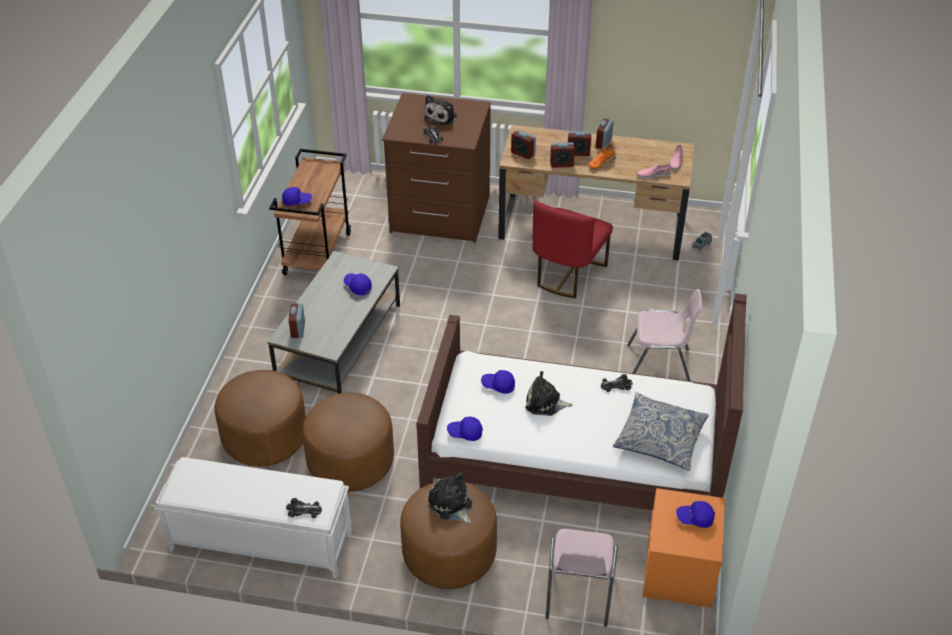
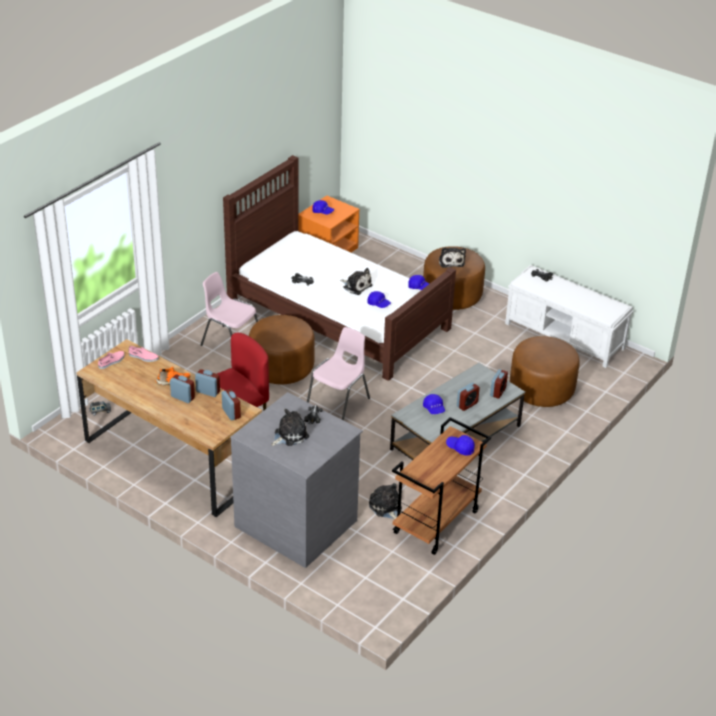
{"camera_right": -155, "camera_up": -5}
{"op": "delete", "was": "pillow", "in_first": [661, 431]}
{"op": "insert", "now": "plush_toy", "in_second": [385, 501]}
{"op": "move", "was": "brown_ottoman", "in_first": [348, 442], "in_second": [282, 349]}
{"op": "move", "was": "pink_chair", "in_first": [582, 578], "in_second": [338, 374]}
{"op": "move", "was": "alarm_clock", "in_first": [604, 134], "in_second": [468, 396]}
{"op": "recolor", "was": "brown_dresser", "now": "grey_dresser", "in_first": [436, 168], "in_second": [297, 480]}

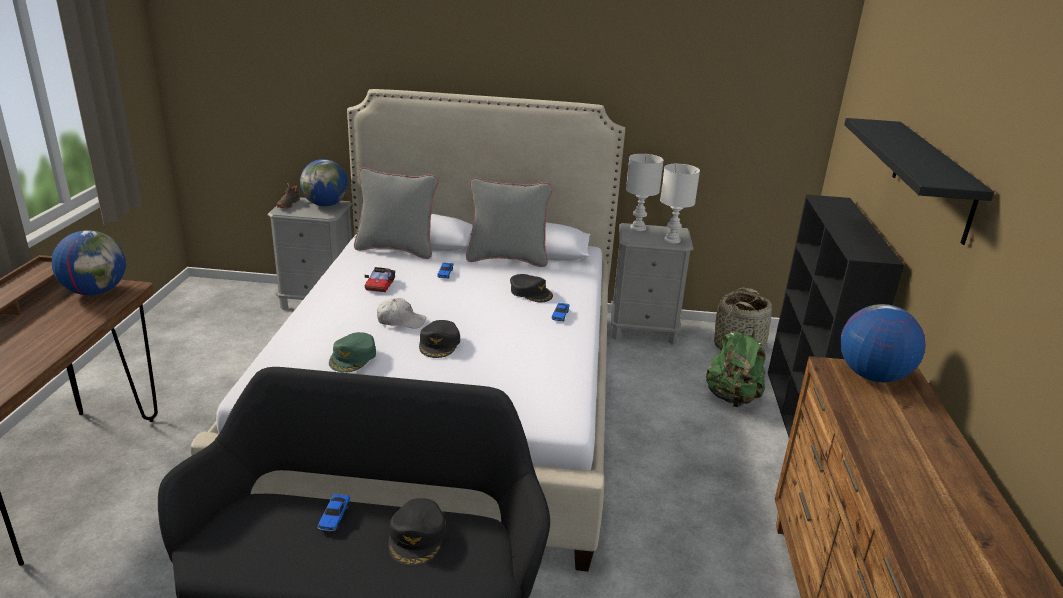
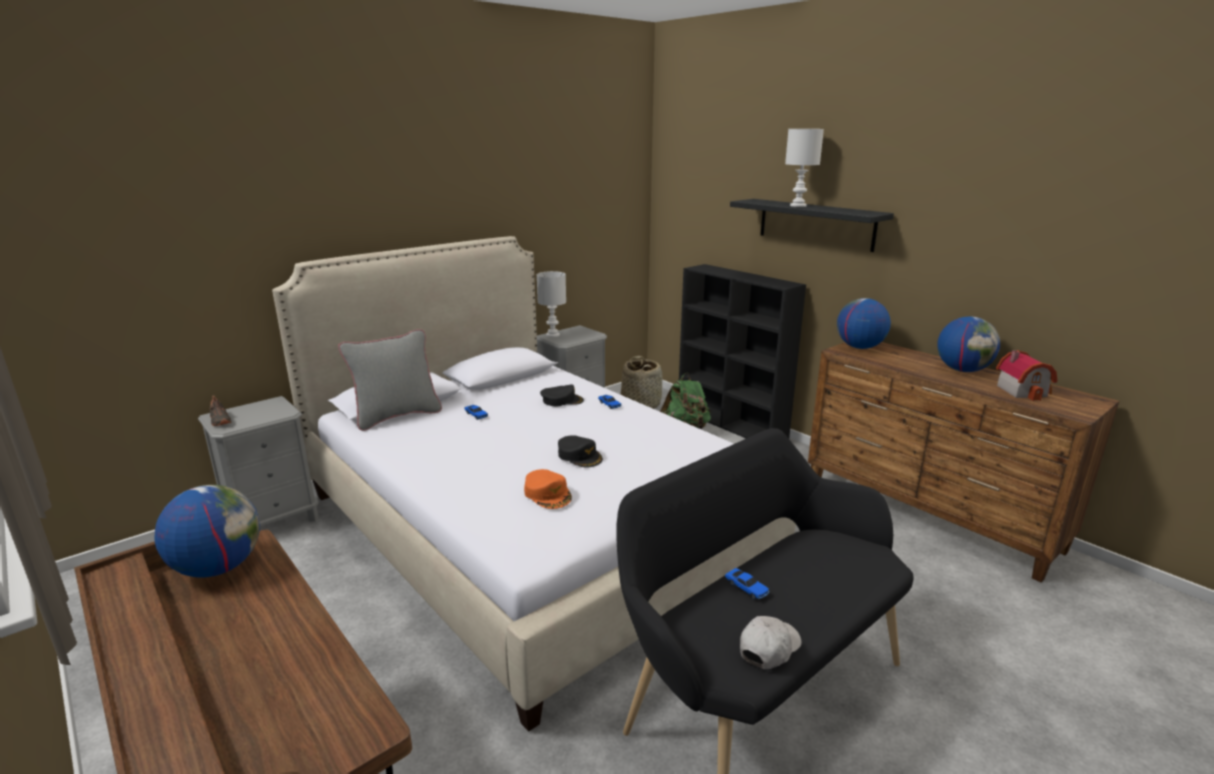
{"camera_right": -45, "camera_up": -5}
{"op": "delete", "was": "toy_car", "in_first": [379, 279]}
{"op": "delete", "was": "black_cap", "in_first": [417, 532]}
{"op": "delete", "was": "grey_pillow", "in_first": [509, 222]}
{"op": "insert", "now": "toy_house", "in_second": [1026, 375]}
{"op": "move", "was": "globe", "in_first": [324, 182], "in_second": [968, 344]}
{"op": "move", "was": "white_cap", "in_first": [401, 313], "in_second": [770, 642]}
{"op": "move", "was": "white_table_lamp", "in_first": [680, 203], "in_second": [804, 168]}
{"op": "recolor", "was": "green_cap", "now": "orange_cap", "in_first": [352, 352], "in_second": [548, 489]}

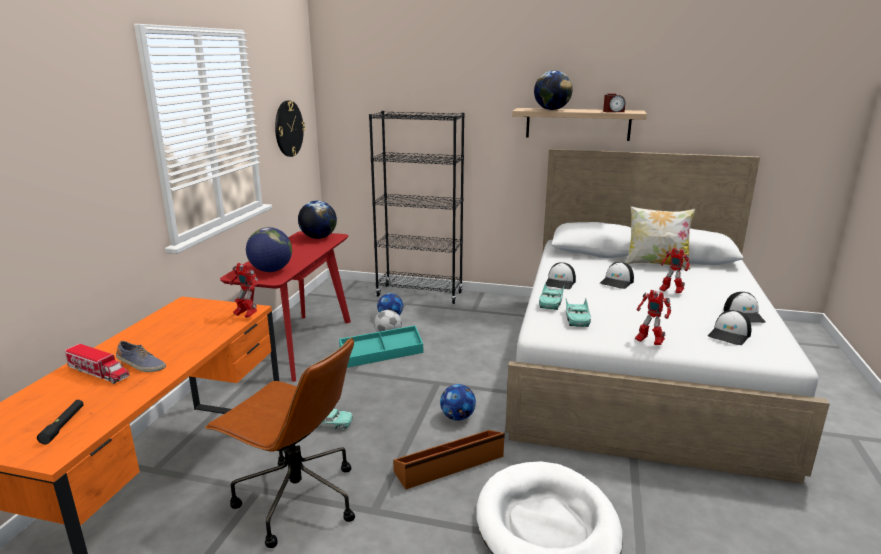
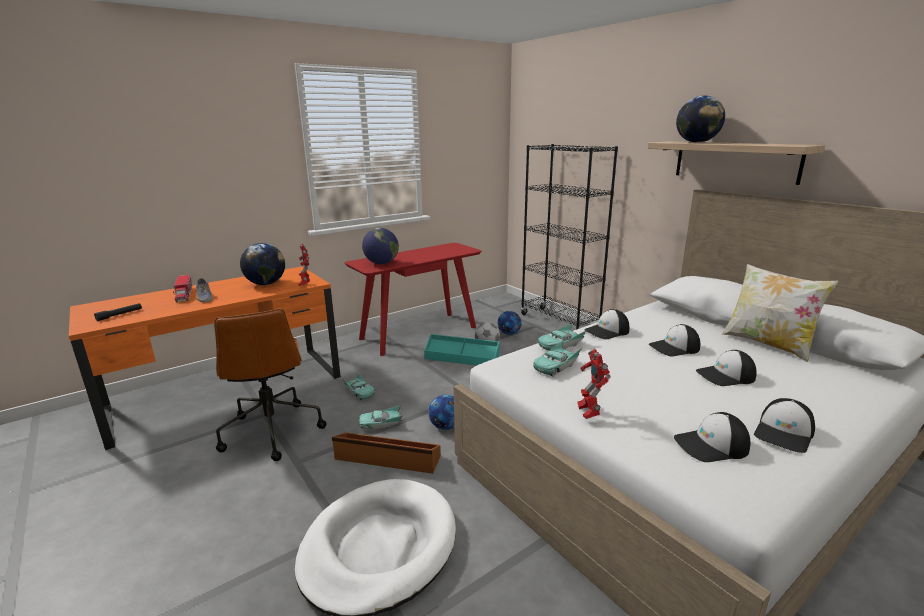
{"camera_right": 40, "camera_up": 0}
{"op": "delete", "was": "wall_clock", "in_first": [290, 129]}
{"op": "delete", "was": "alarm_clock", "in_first": [614, 103]}
{"op": "insert", "now": "turquoise_toy_car", "in_second": [381, 418]}
{"op": "move", "was": "globe", "in_first": [317, 220], "in_second": [262, 264]}
{"op": "replace", "was": "toy_robot", "now": "cap", "in_first": [674, 270], "in_second": [726, 368]}

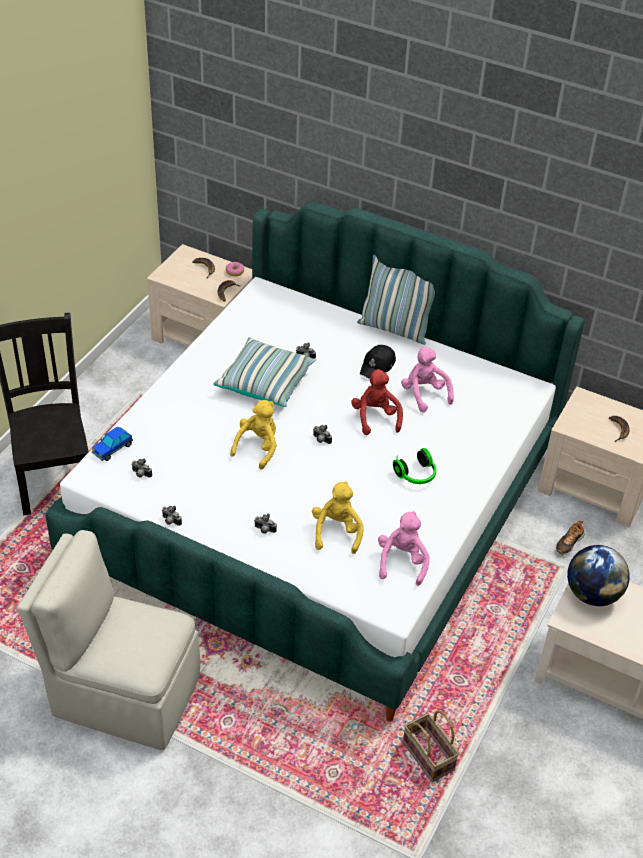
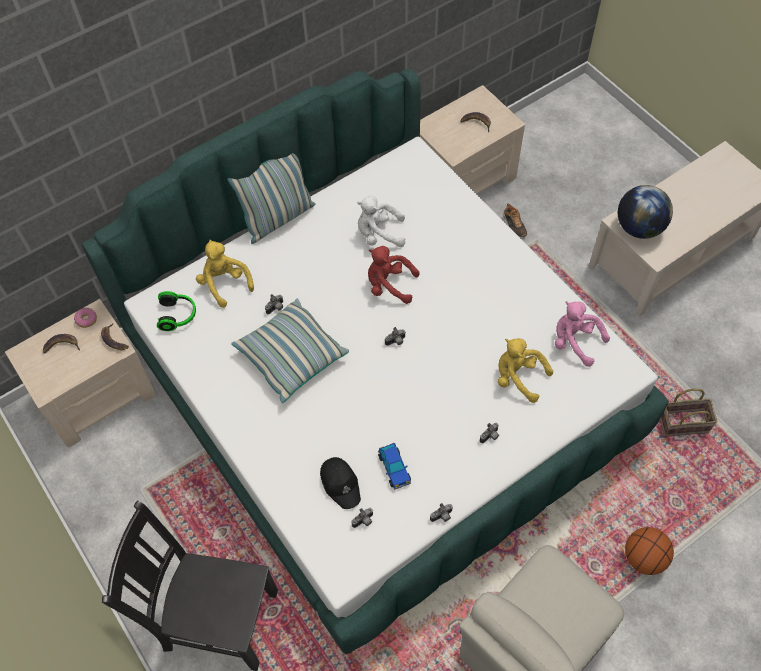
{"camera_right": -60, "camera_up": 15}
{"op": "insert", "now": "basketball", "in_second": [649, 551]}
{"op": "move", "was": "toy_car", "in_first": [112, 444], "in_second": [394, 466]}
{"op": "move", "was": "yellow_plush_toy", "in_first": [253, 434], "in_second": [225, 274]}
{"op": "move", "was": "black_cap", "in_first": [378, 362], "in_second": [340, 483]}
{"op": "move", "was": "headphones", "in_first": [415, 466], "in_second": [176, 311]}
{"op": "recolor", "was": "pink_plush_toy", "now": "white_plush_toy", "in_first": [427, 379], "in_second": [381, 221]}

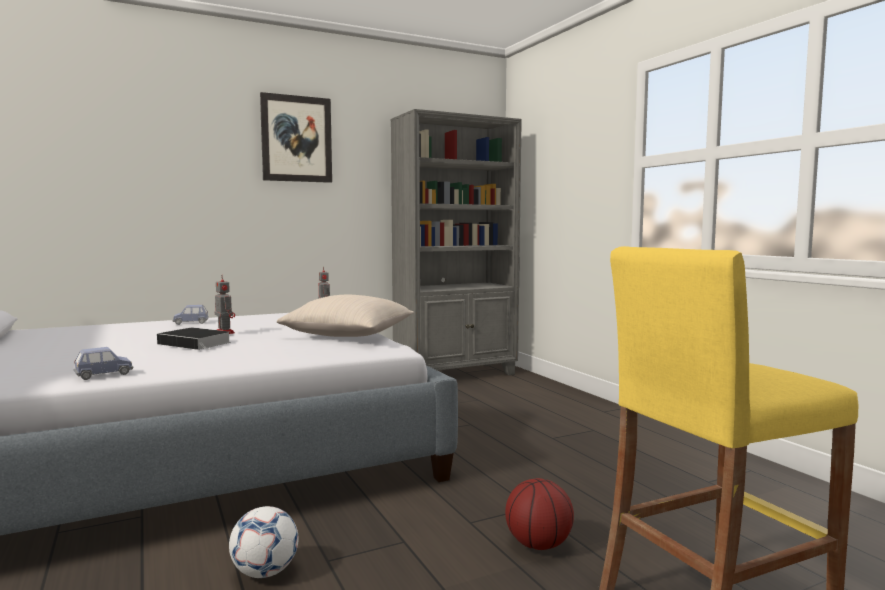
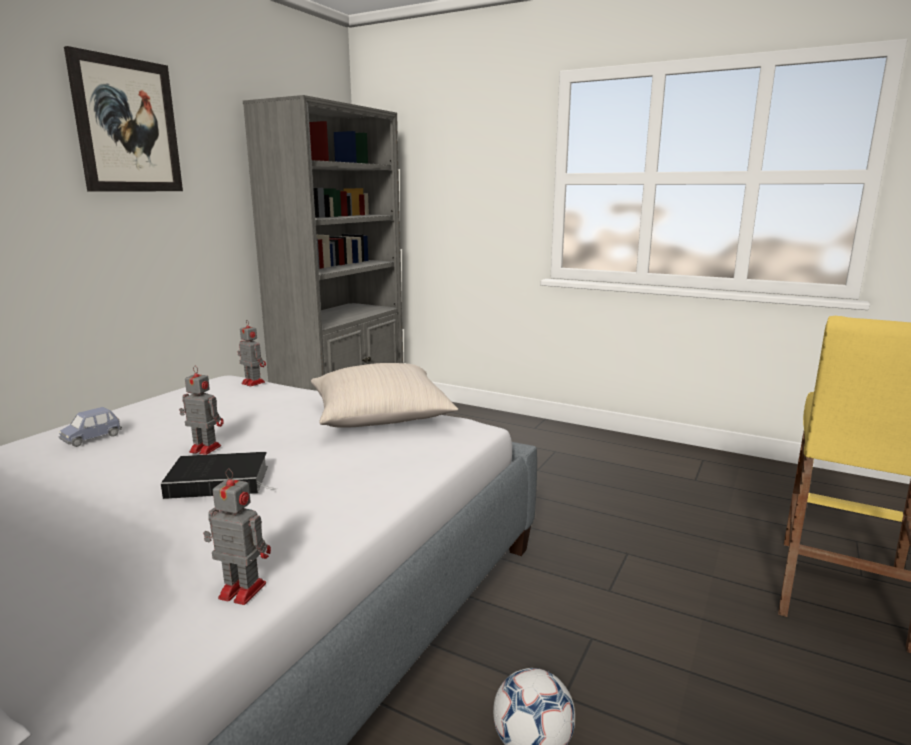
{"camera_right": -35, "camera_up": 10}
{"op": "delete", "was": "basketball", "in_first": [539, 514]}
{"op": "replace", "was": "blue_toy_car", "now": "toy_robot", "in_first": [103, 363], "in_second": [237, 536]}

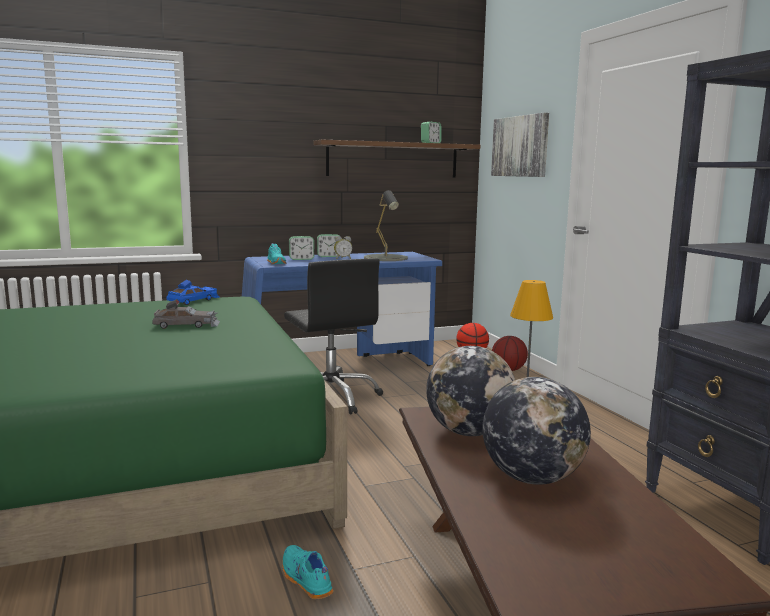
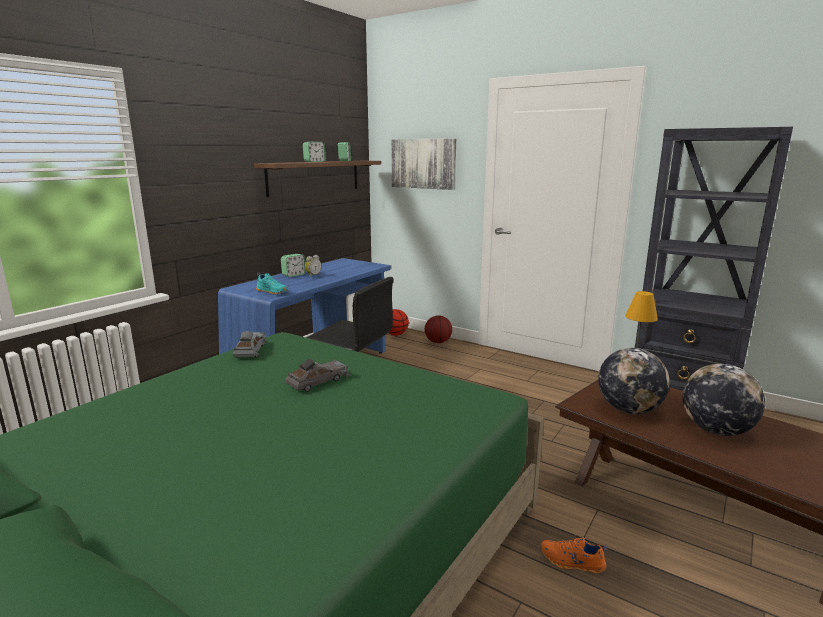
{"camera_right": -35, "camera_up": 5}
{"op": "delete", "was": "grey_table_lamp", "in_first": [386, 225]}
{"op": "move", "was": "alarm_clock", "in_first": [301, 248], "in_second": [314, 152]}
{"op": "recolor", "was": "blue_toy_car", "now": "grey_toy_car", "in_first": [192, 292], "in_second": [249, 344]}
{"op": "recolor", "was": "turquoise_shoe", "now": "orange_shoe", "in_first": [307, 572], "in_second": [574, 556]}

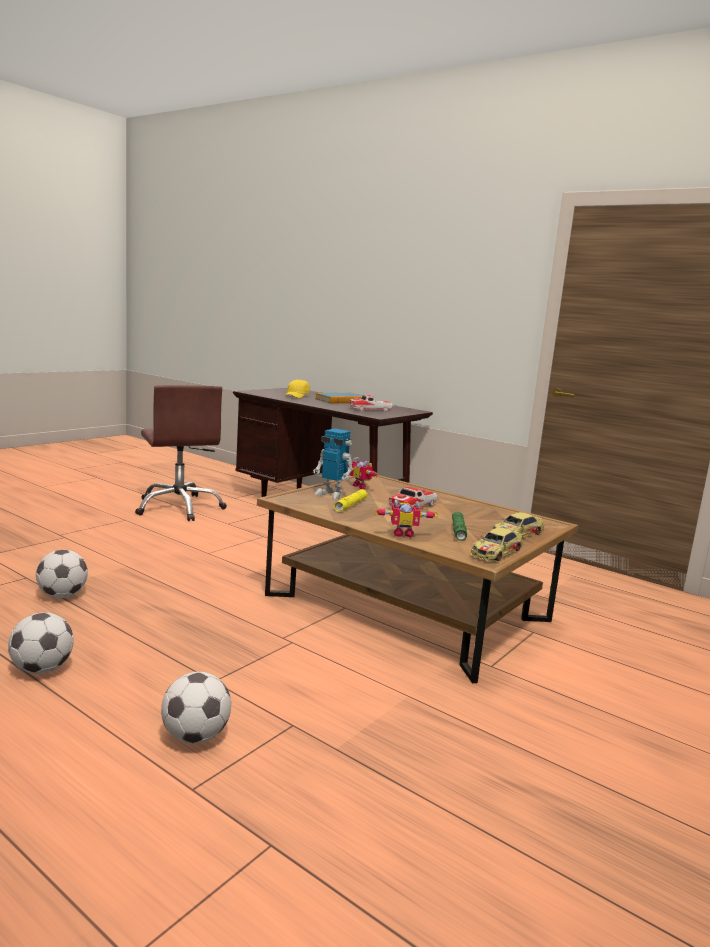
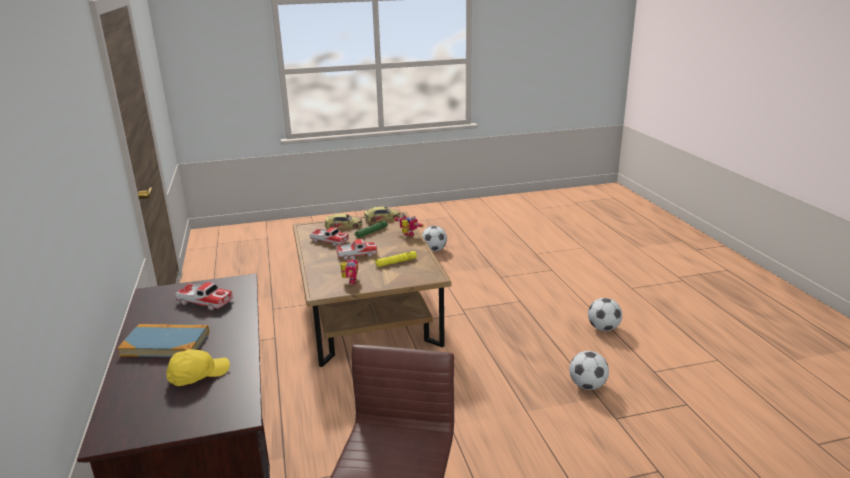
{"camera_right": -140, "camera_up": 10}
{"op": "delete", "was": "toy_robot", "in_first": [333, 464]}
{"op": "insert", "now": "toy_car", "in_second": [329, 236]}
{"op": "move", "was": "football", "in_first": [196, 708], "in_second": [434, 239]}

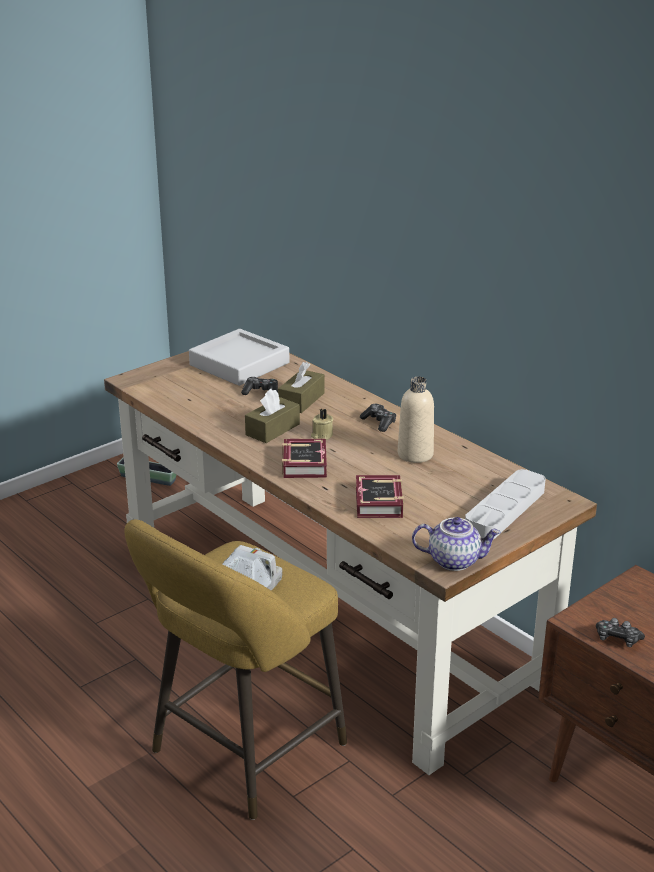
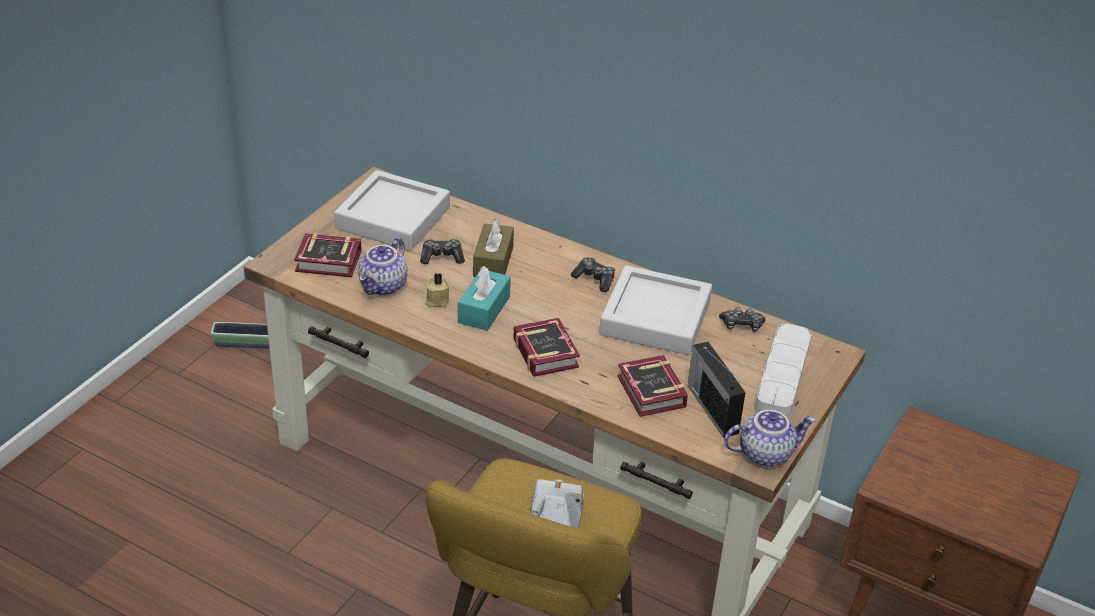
{"camera_right": -20, "camera_up": 10}
{"op": "insert", "now": "book", "in_second": [328, 255]}
{"op": "insert", "now": "teapot", "in_second": [383, 266]}
{"op": "insert", "now": "radio", "in_second": [717, 389]}
{"op": "move", "was": "beige_candle", "in_first": [322, 424], "in_second": [437, 290]}
{"op": "move", "was": "game_controller", "in_first": [620, 632], "in_second": [742, 319]}
{"op": "replace", "was": "beige_bottle", "now": "grey_tray", "in_first": [416, 419], "in_second": [655, 310]}
{"op": "recolor", "was": "brown_tissue_box", "now": "turquoise_tissue_box", "in_first": [272, 416], "in_second": [484, 298]}

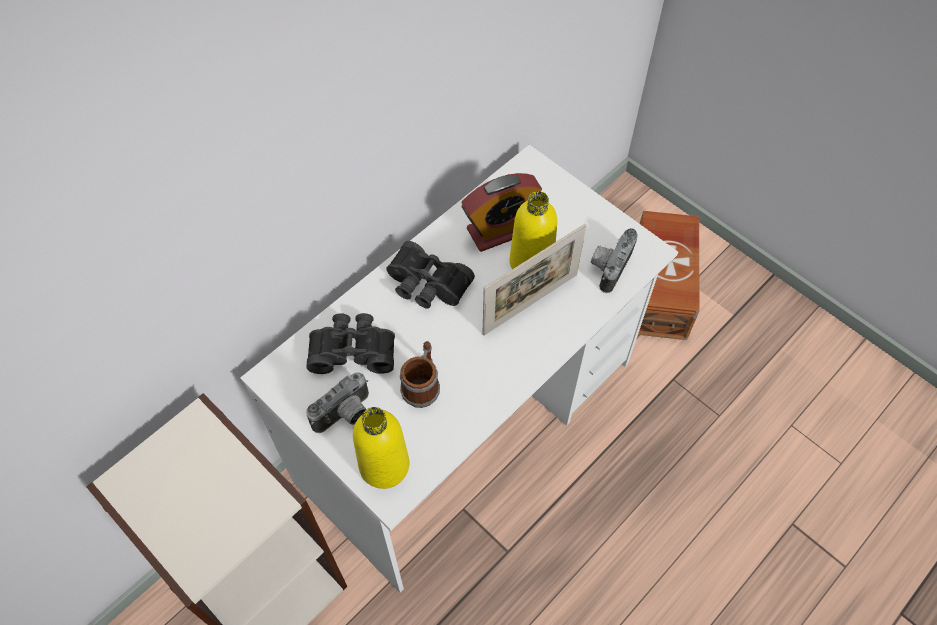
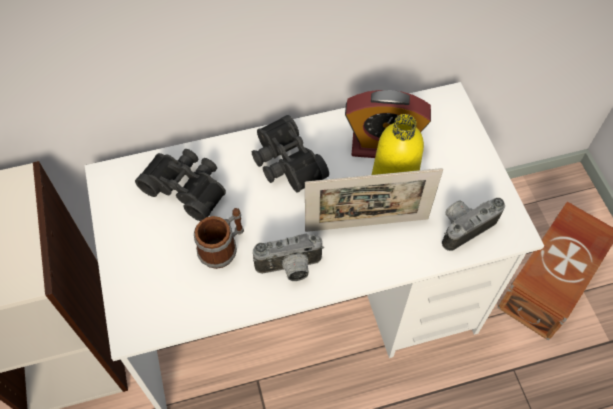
{"camera_right": 30, "camera_up": 0}
{"op": "delete", "was": "yellow_bottle", "in_first": [381, 448]}
{"op": "move", "was": "photo_camera", "in_first": [337, 402], "in_second": [288, 257]}

